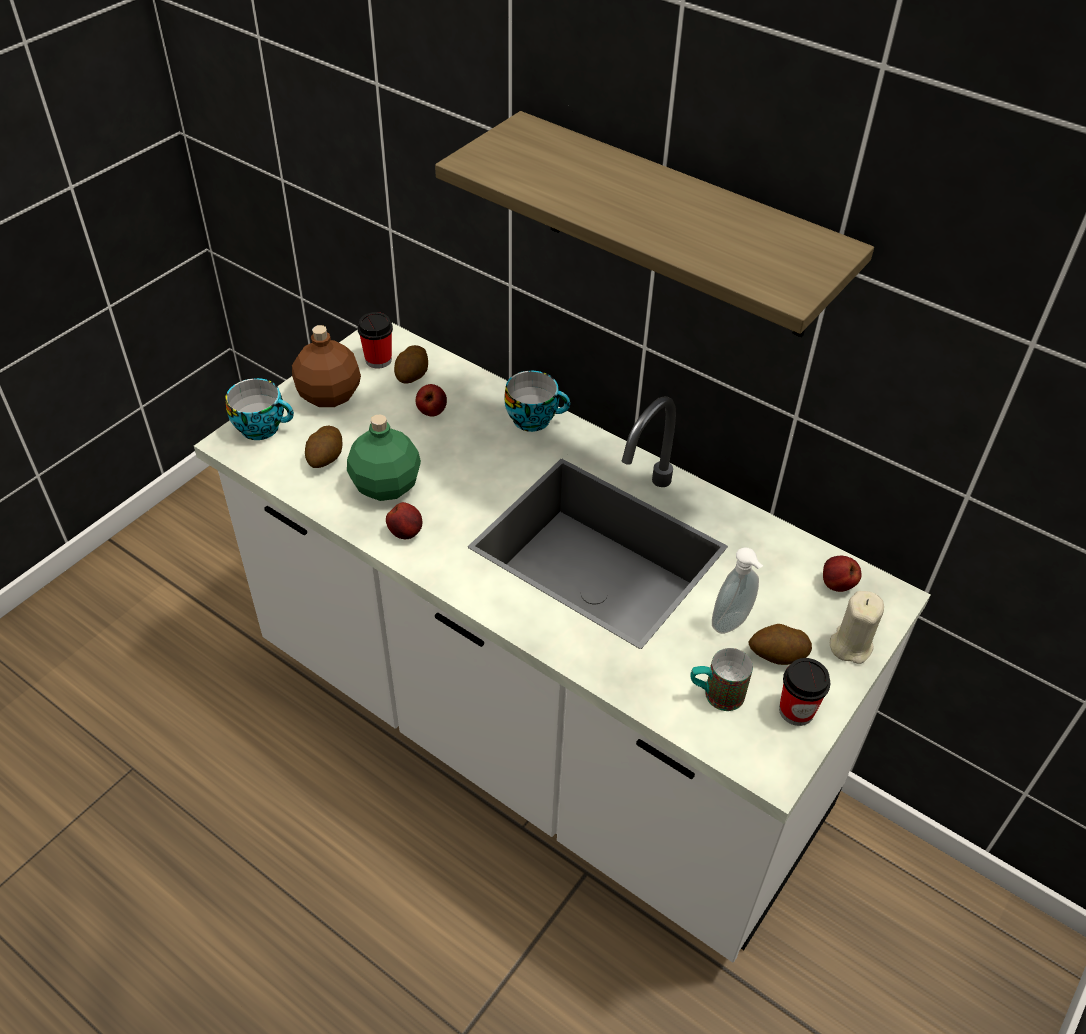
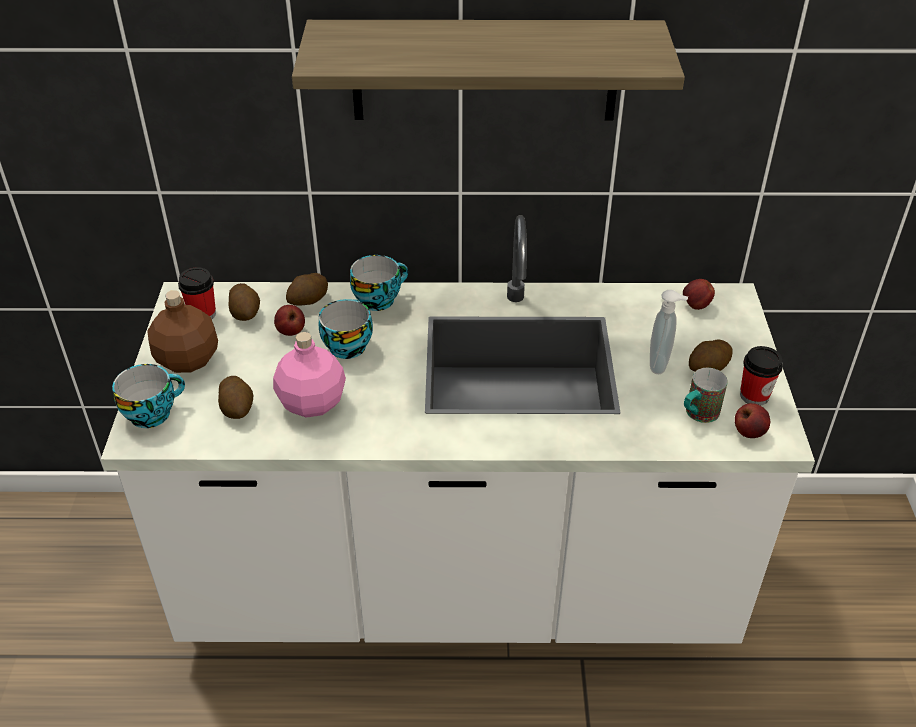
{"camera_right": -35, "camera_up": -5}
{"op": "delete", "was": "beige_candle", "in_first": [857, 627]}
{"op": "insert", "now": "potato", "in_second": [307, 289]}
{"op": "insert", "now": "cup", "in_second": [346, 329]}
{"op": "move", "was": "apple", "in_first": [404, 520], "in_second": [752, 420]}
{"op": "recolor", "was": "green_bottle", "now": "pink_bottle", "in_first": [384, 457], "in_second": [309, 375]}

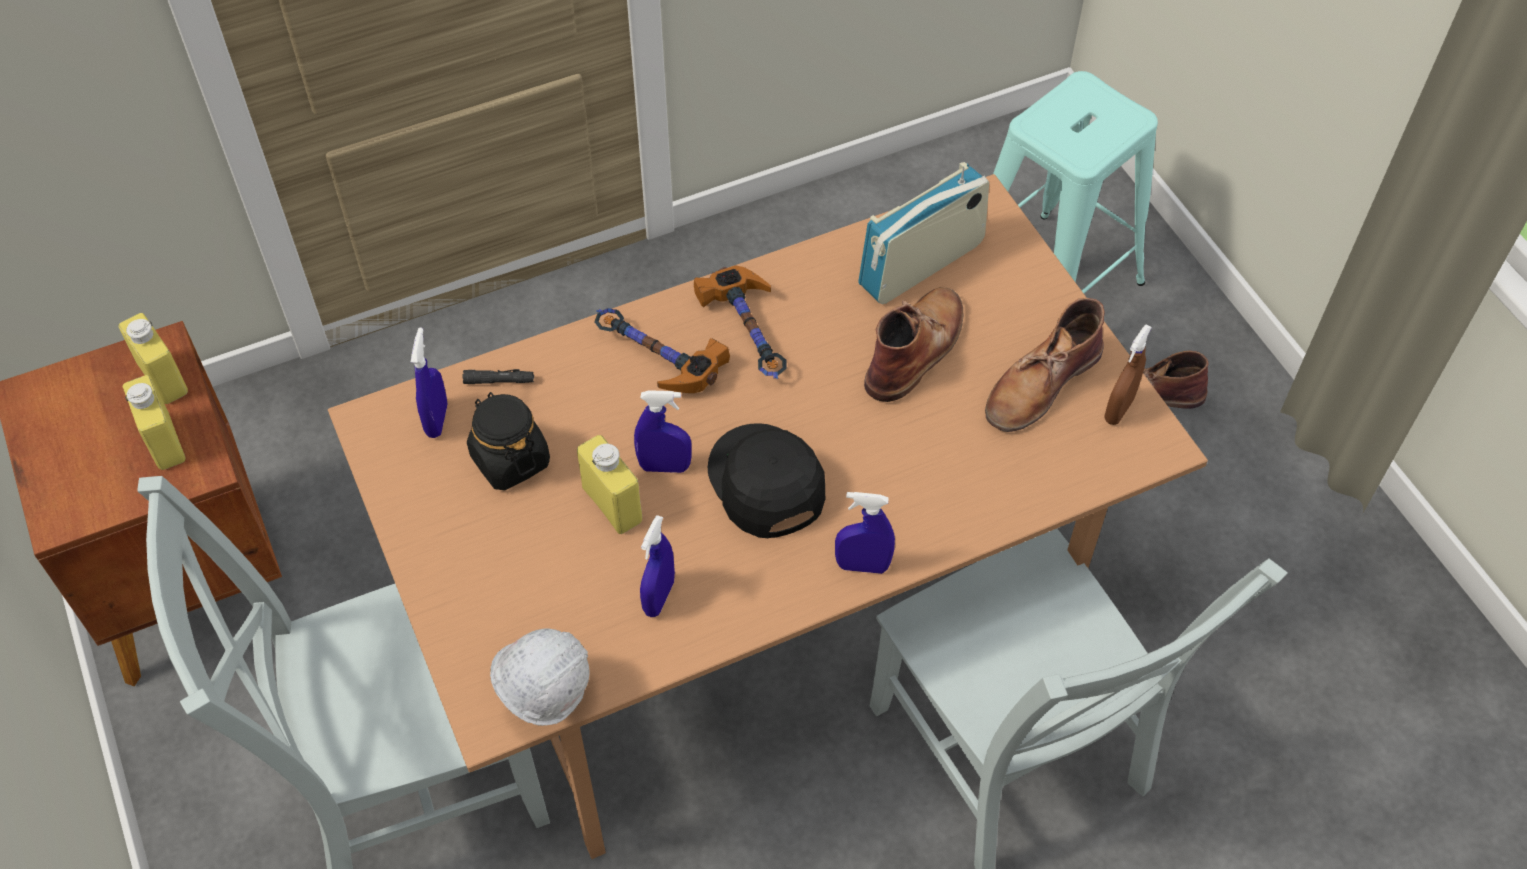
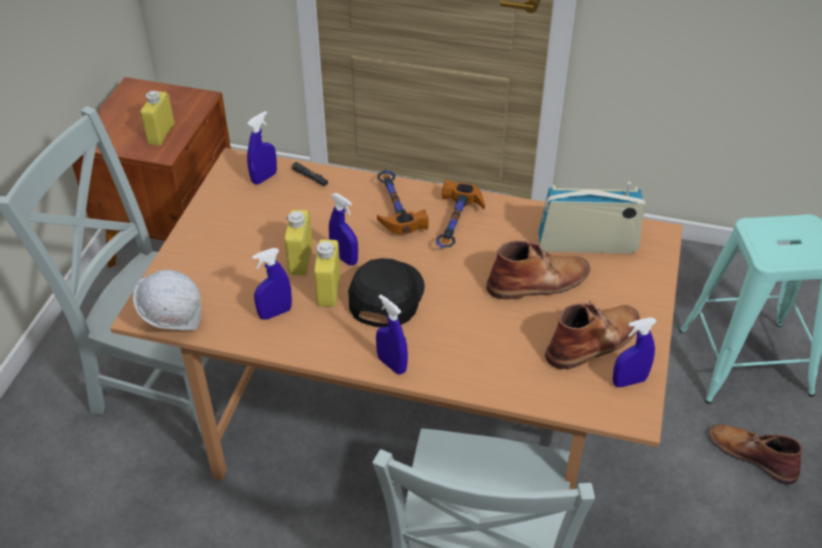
{"camera_right": 40, "camera_up": -10}
{"op": "delete", "was": "black_jar", "in_first": [508, 441]}
{"op": "move", "was": "yellow_bottle", "in_first": [153, 358], "in_second": [327, 273]}
{"op": "recolor", "was": "brown_spray_bottle", "now": "blue_spray_bottle", "in_first": [1128, 375], "in_second": [634, 352]}
{"op": "rotate", "was": "brown_boot", "in_first": [1045, 365], "in_second": [592, 334], "clockwise": 150}

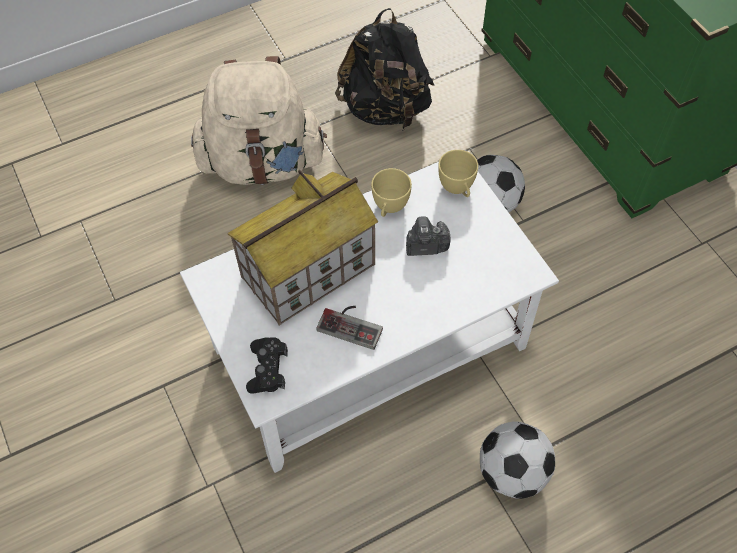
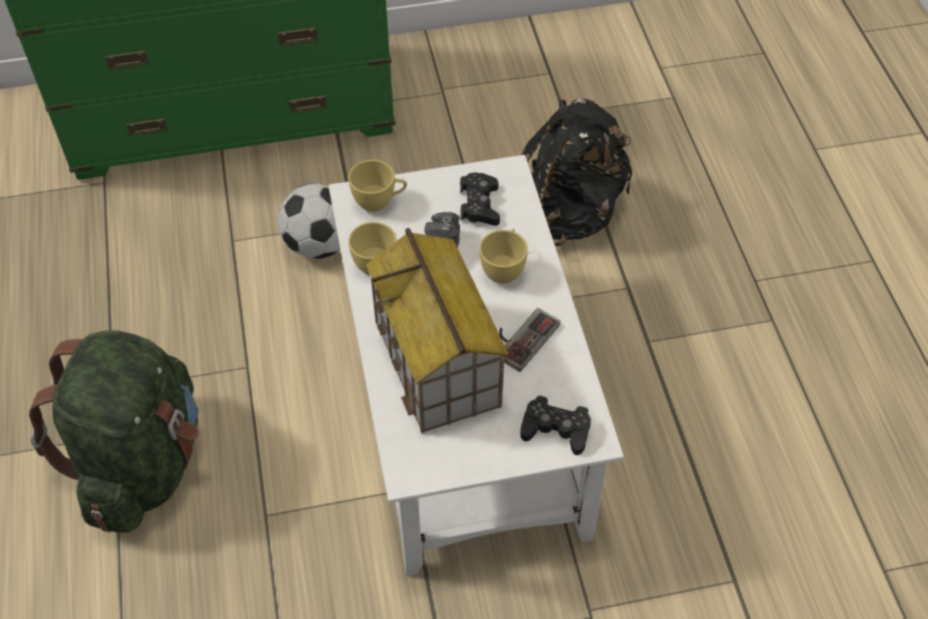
{"camera_right": -75, "camera_up": -5}
{"op": "delete", "was": "football", "in_first": [517, 460]}
{"op": "insert", "now": "black_game_controller", "in_second": [480, 199]}
{"op": "insert", "now": "yellow_cup", "in_second": [503, 256]}
{"op": "move", "was": "black_backpack", "in_first": [384, 68], "in_second": [577, 172]}
{"op": "recolor", "was": "beige_backpack", "now": "green_backpack", "in_first": [259, 120], "in_second": [114, 431]}

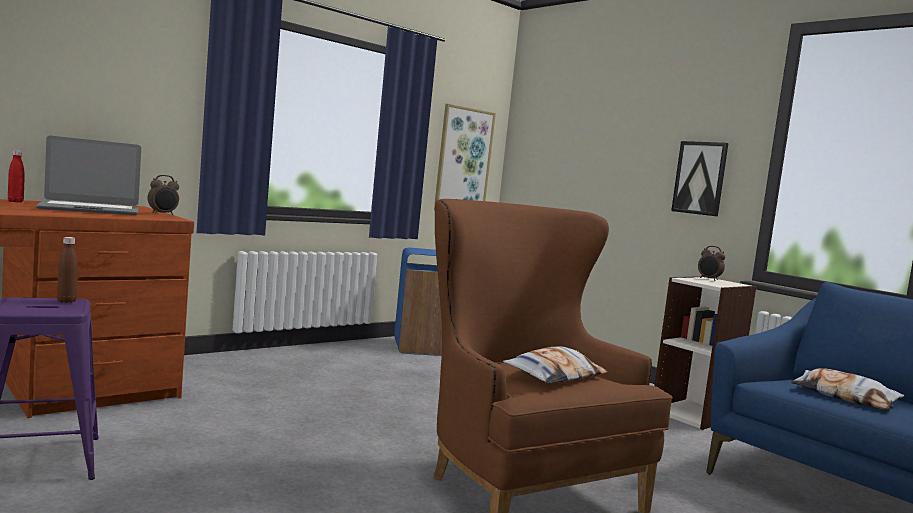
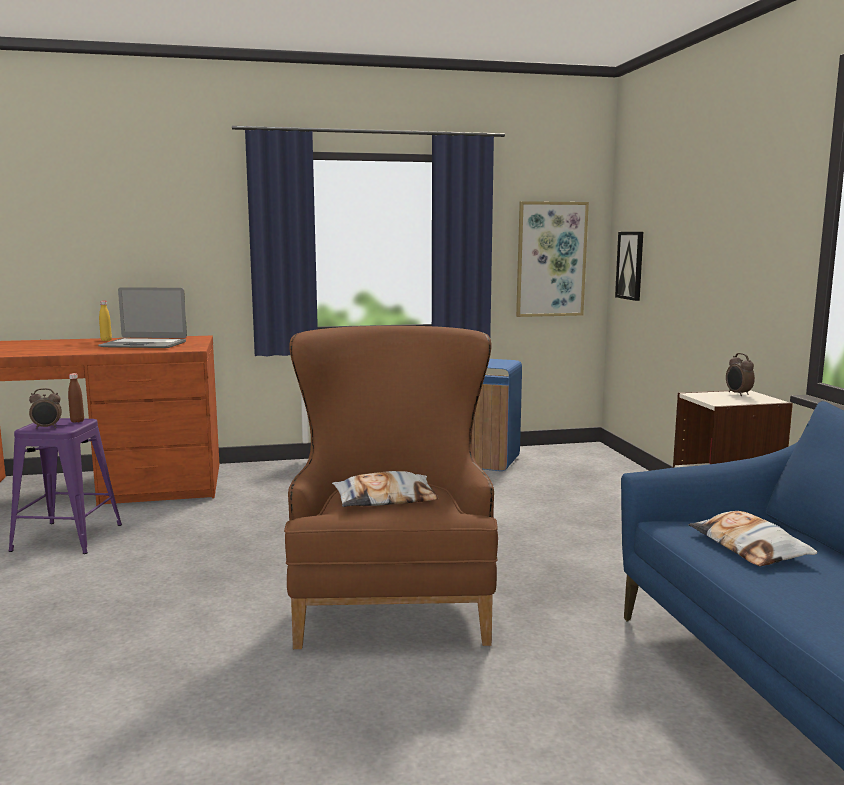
{"camera_right": 30, "camera_up": 5}
{"op": "move", "was": "alarm_clock", "in_first": [163, 195], "in_second": [45, 408]}
{"op": "move", "was": "picture", "in_first": [700, 178], "in_second": [629, 266]}
{"op": "recolor", "was": "red_bottle", "now": "yellow_bottle", "in_first": [16, 176], "in_second": [105, 321]}

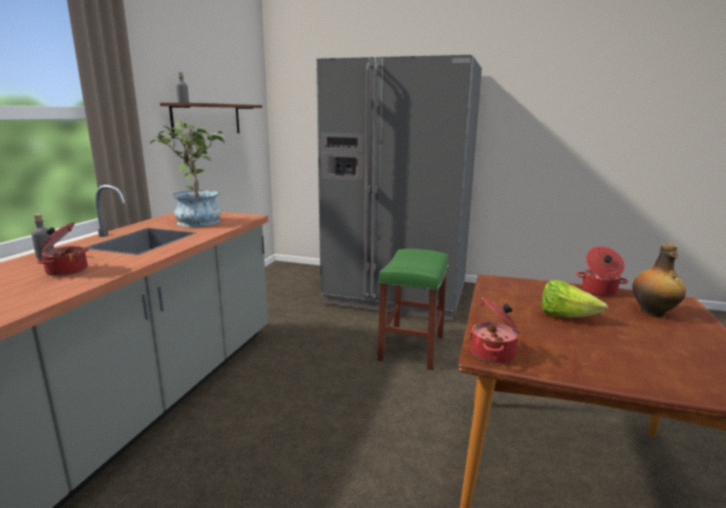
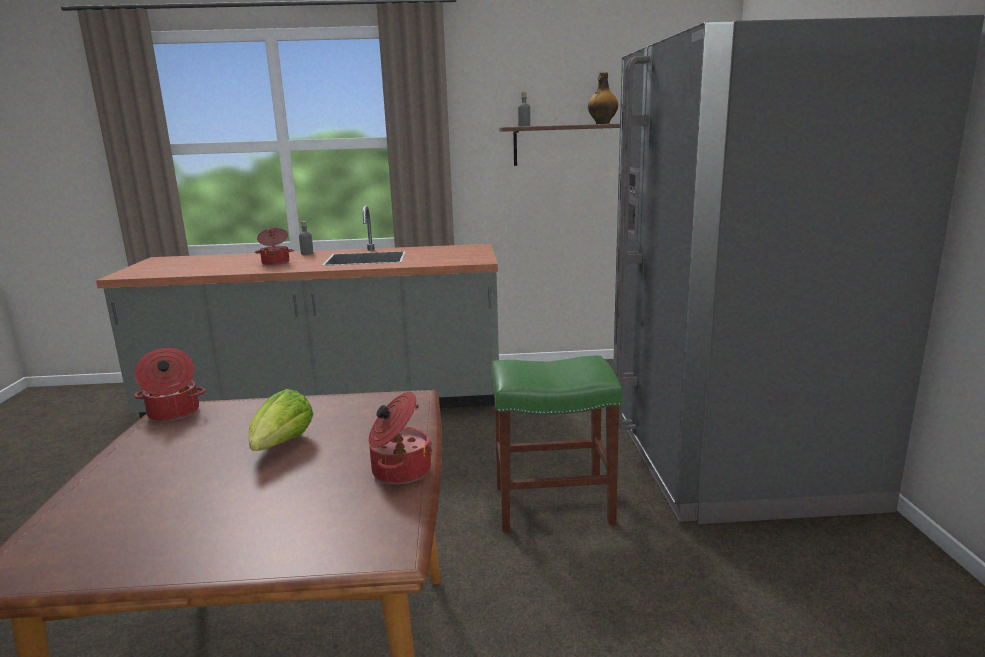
{"camera_right": 70, "camera_up": 0}
{"op": "delete", "was": "potted_plant", "in_first": [187, 173]}
{"op": "move", "was": "bottle", "in_first": [659, 280], "in_second": [603, 98]}

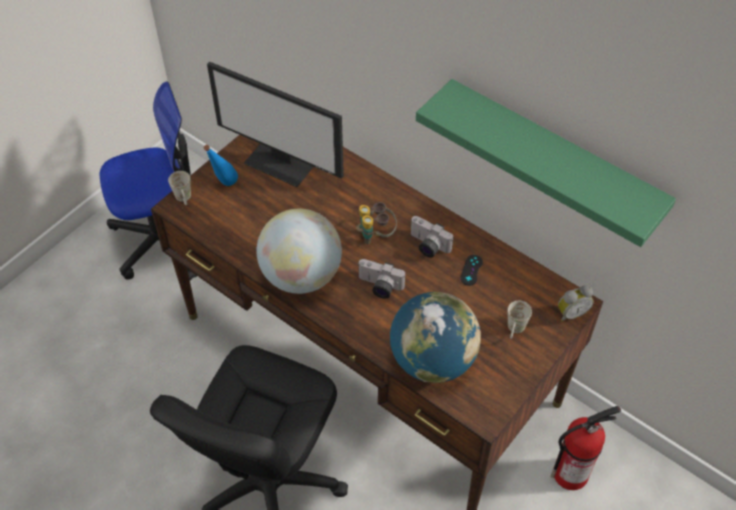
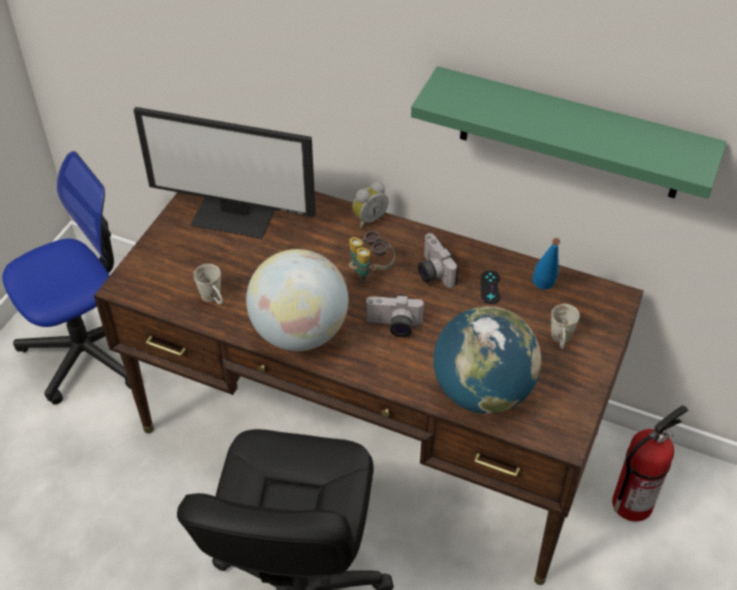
{"camera_right": -15, "camera_up": -5}
{"op": "move", "was": "white_mug", "in_first": [179, 188], "in_second": [208, 284]}
{"op": "move", "was": "blue_bottle", "in_first": [221, 165], "in_second": [546, 264]}
{"op": "move", "was": "alarm_clock", "in_first": [576, 303], "in_second": [371, 205]}
{"op": "rotate", "was": "photo_camera", "in_first": [432, 237], "in_second": [438, 260], "clockwise": 45}

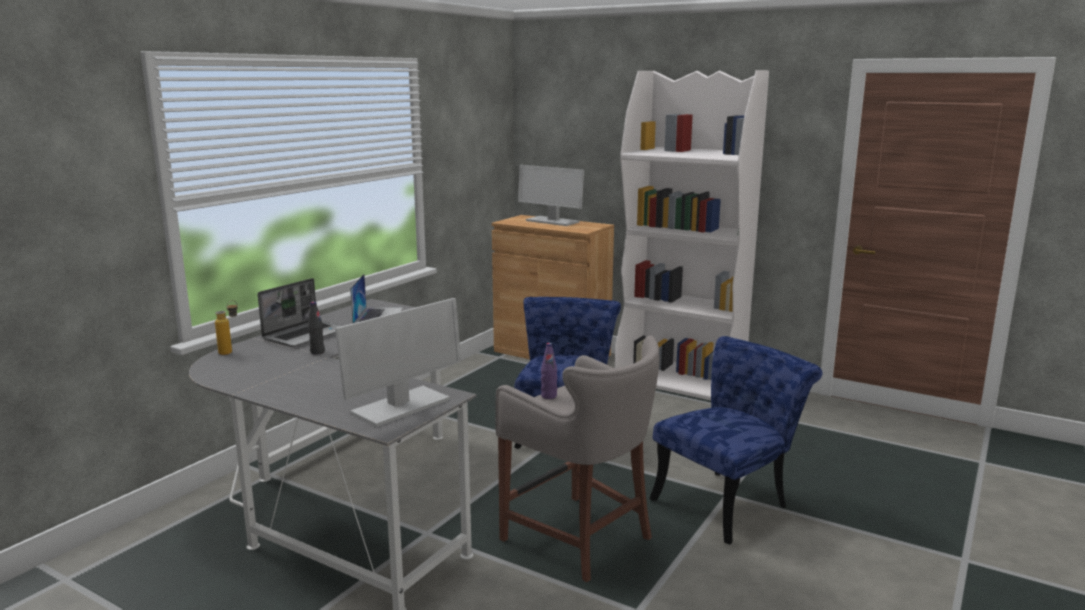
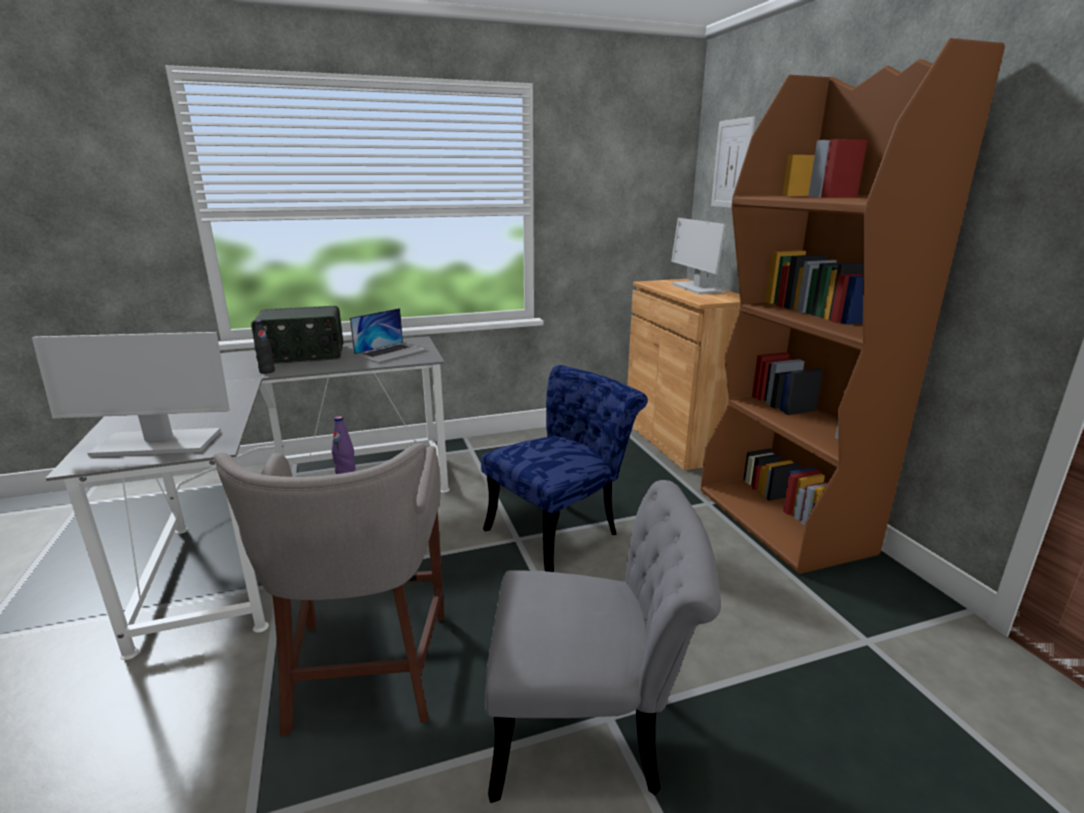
{"camera_right": 40, "camera_up": 5}
{"op": "delete", "was": "bottle", "in_first": [226, 327]}
{"op": "insert", "now": "picture", "in_second": [733, 162]}
{"op": "replace", "was": "laptop", "now": "radio", "in_first": [299, 312], "in_second": [297, 335]}
{"op": "recolor", "was": "white_bookcase", "now": "brown_bookcase", "in_first": [692, 235], "in_second": [852, 306]}
{"op": "recolor", "was": "blue_chair", "now": "grey_chair", "in_first": [736, 440], "in_second": [603, 641]}

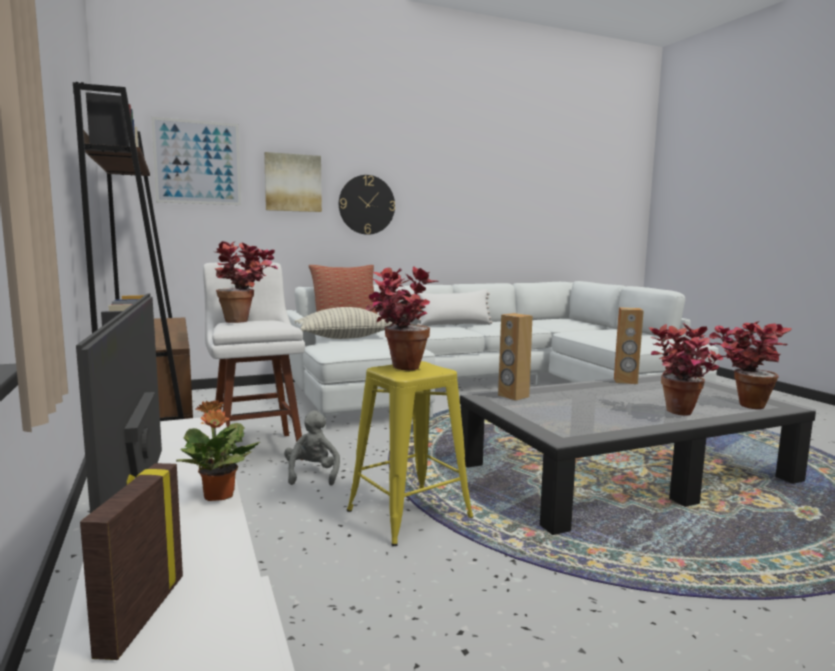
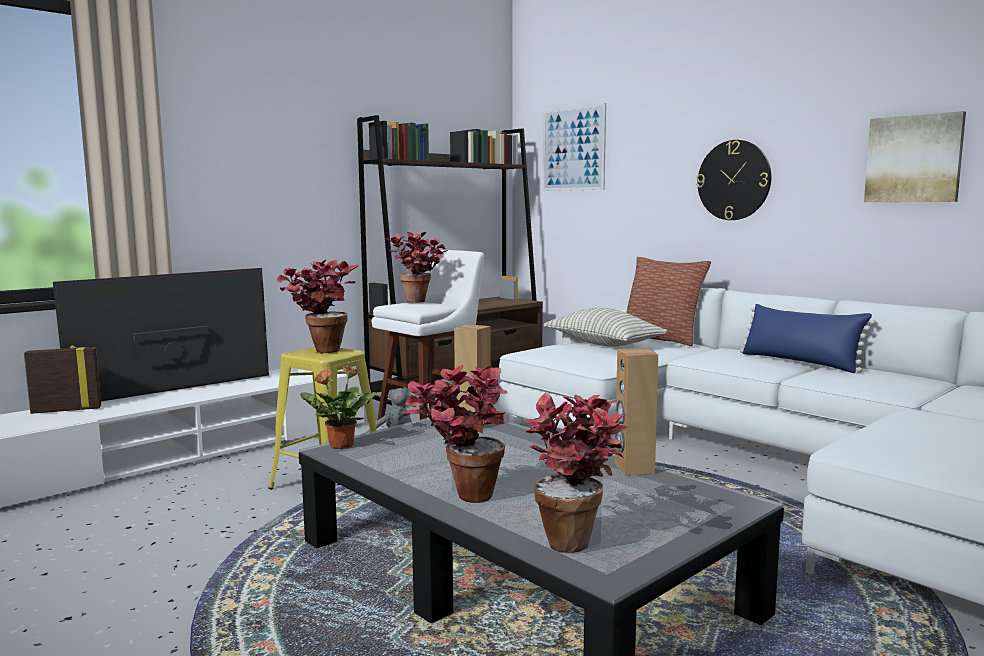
{"camera_right": 70, "camera_up": 0}
{"op": "move", "was": "potted_plant", "in_first": [218, 451], "in_second": [339, 406]}
{"op": "move", "was": "picture", "in_first": [293, 182], "in_second": [915, 156]}
{"op": "recolor", "was": "white_pillow", "now": "blue_pillow", "in_first": [454, 307], "in_second": [808, 338]}

